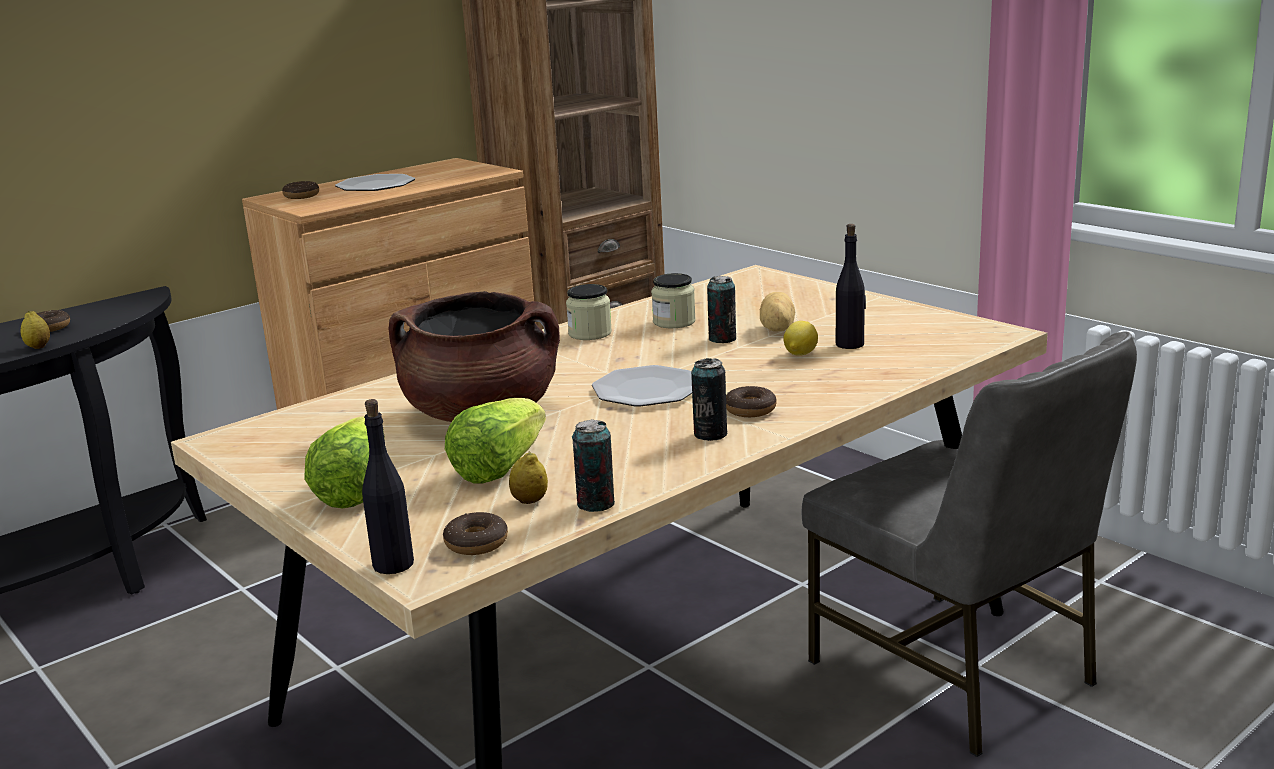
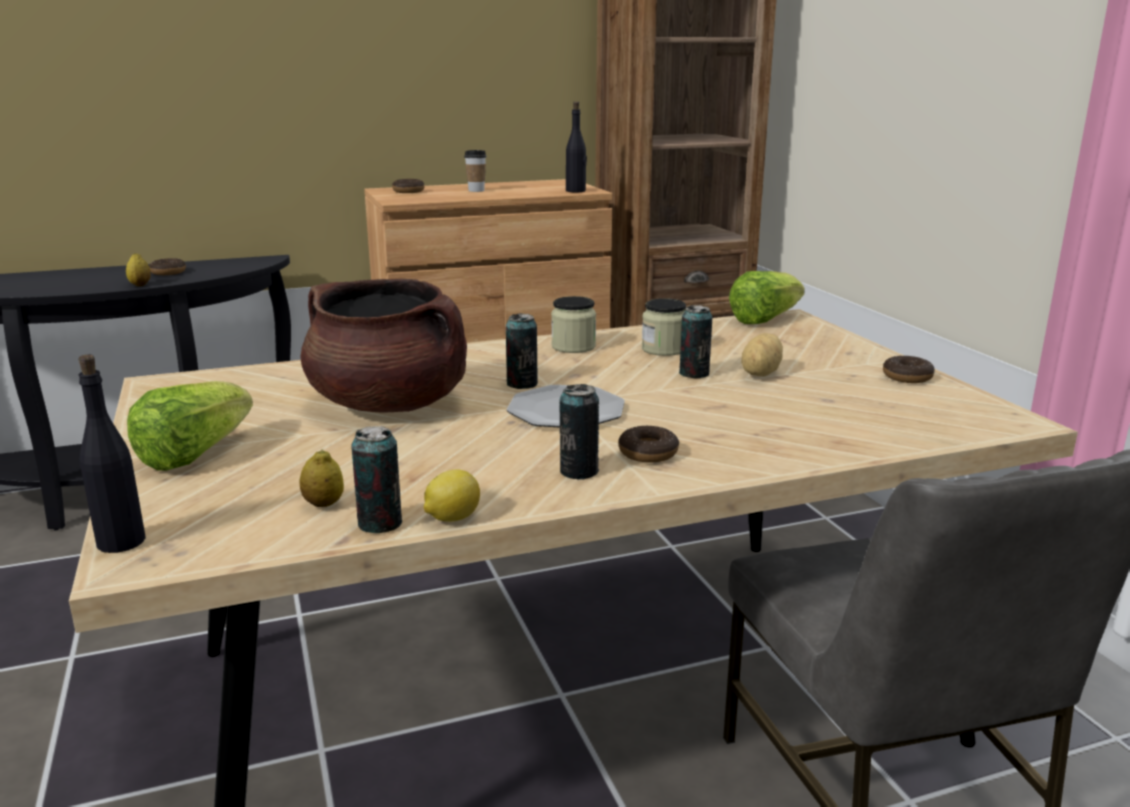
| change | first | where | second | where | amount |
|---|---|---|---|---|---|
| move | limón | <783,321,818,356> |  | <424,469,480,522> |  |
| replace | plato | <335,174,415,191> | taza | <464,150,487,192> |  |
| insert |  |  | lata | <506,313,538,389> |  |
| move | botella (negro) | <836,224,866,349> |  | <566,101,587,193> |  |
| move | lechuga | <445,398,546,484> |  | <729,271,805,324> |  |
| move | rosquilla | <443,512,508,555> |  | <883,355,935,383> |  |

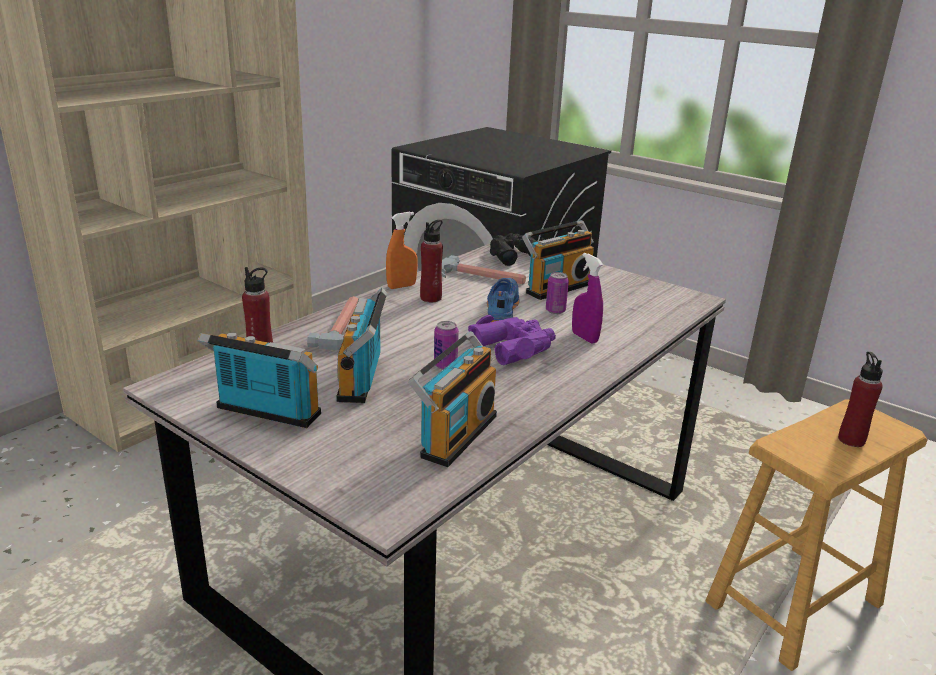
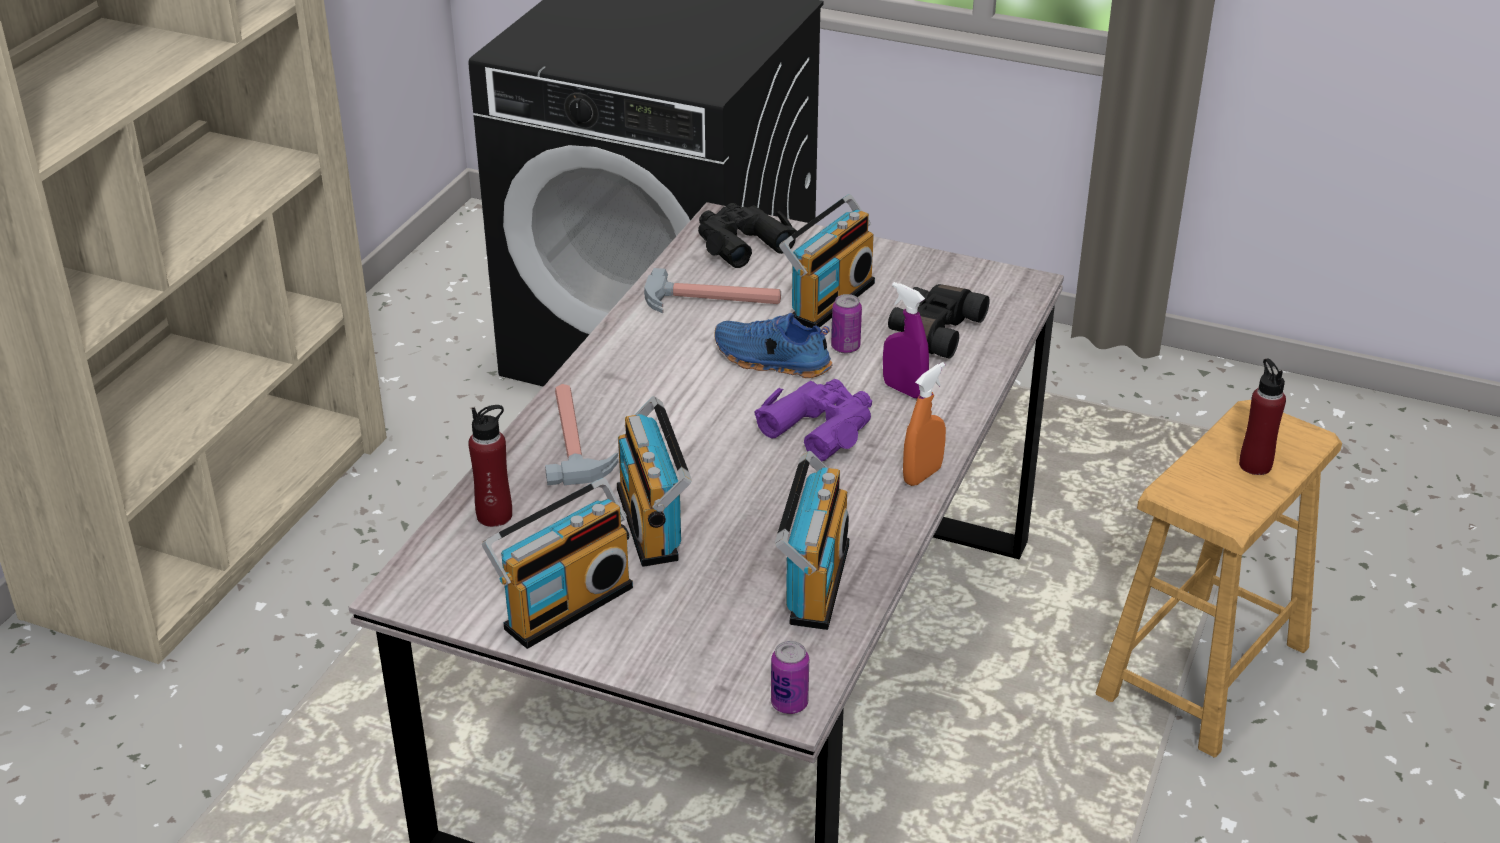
| change | first | where | second | where | amount |
|---|---|---|---|---|---|
| rotate | radio | <197,333,321,428> |  | <482,478,633,649> | 135 degrees clockwise |
| rotate | zapato (azul) | <487,278,519,322> |  | <715,313,832,378> | 60 degrees counterclockwise |
| move | lata | <434,321,459,370> |  | <771,641,809,714> |  |
| insert |  |  | prismáticos (negro) | <888,284,990,359> |  |
| move | pulverizador (naranja) | <386,212,418,289> |  | <903,362,946,486> |  |
| delete | botella (rojo) | <420,220,443,302> |  |  |  |

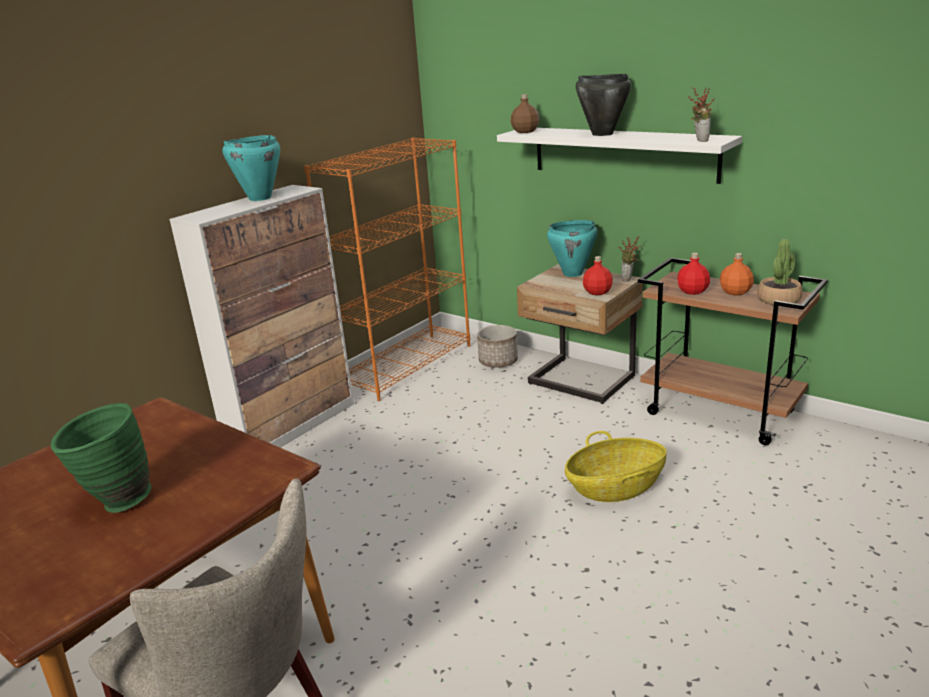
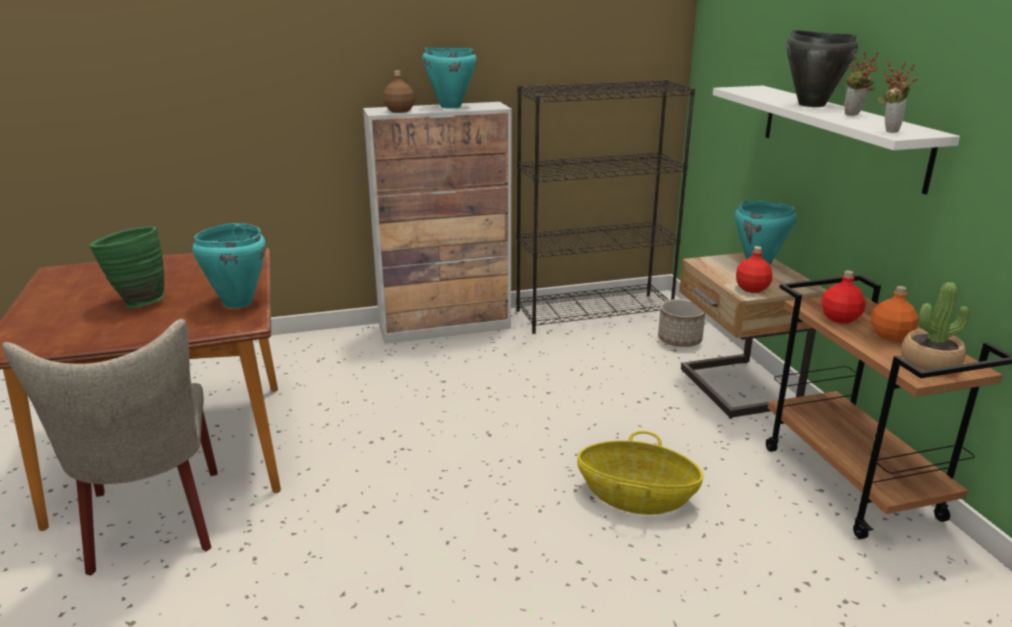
| change | first | where | second | where | amount |
|---|---|---|---|---|---|
| insert |  |  | olla (turquesa) | <192,223,266,308> |  |
| move | botella (marrón) | <511,94,540,133> |  | <383,71,415,113> |  |
| recolor | estantería (naranja) | <304,138,470,401> | estantería (negro) | <516,80,695,334> |  |
| move | planta en maceta | <618,237,641,282> |  | <844,51,880,116> |  |

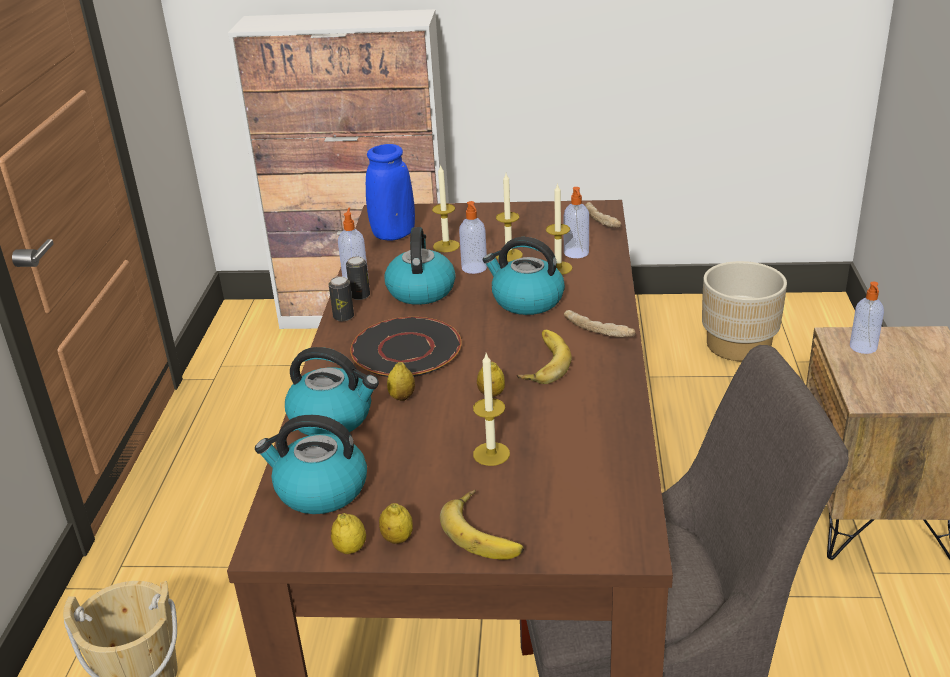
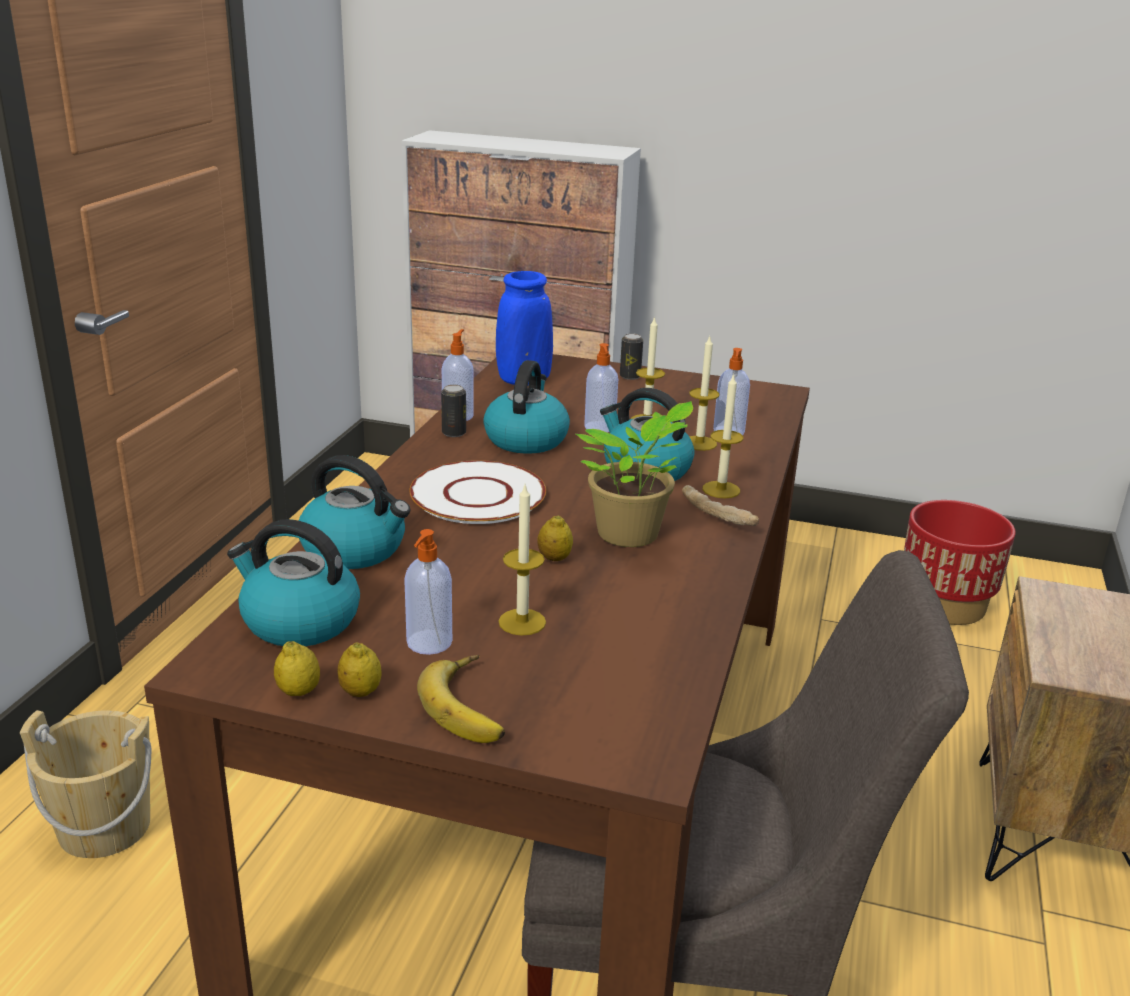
| change | first | where | second | where | amount |
|---|---|---|---|---|---|
| move | dispensador de jabón | <850,282,884,354> |  | <404,529,452,655> |  |
| recolor | plato (negro) | <350,317,462,377> | plato (blanco) | <409,460,546,524> |  |
| replace | plátano | <517,330,572,384> | planta en maceta | <576,401,693,547> |  |
| move | lata | <329,276,354,321> |  | <620,333,643,380> |  |
| move | vela | <432,164,460,252> |  | <702,373,743,499> |  |
| recolor | maceta (beis) | <702,261,787,361> | maceta (rojo) | <904,500,1016,625> |  |
| delete | limón | <387,362,415,401> |  |  |  |
| delete | pan | <585,202,621,228> |  |  |  |

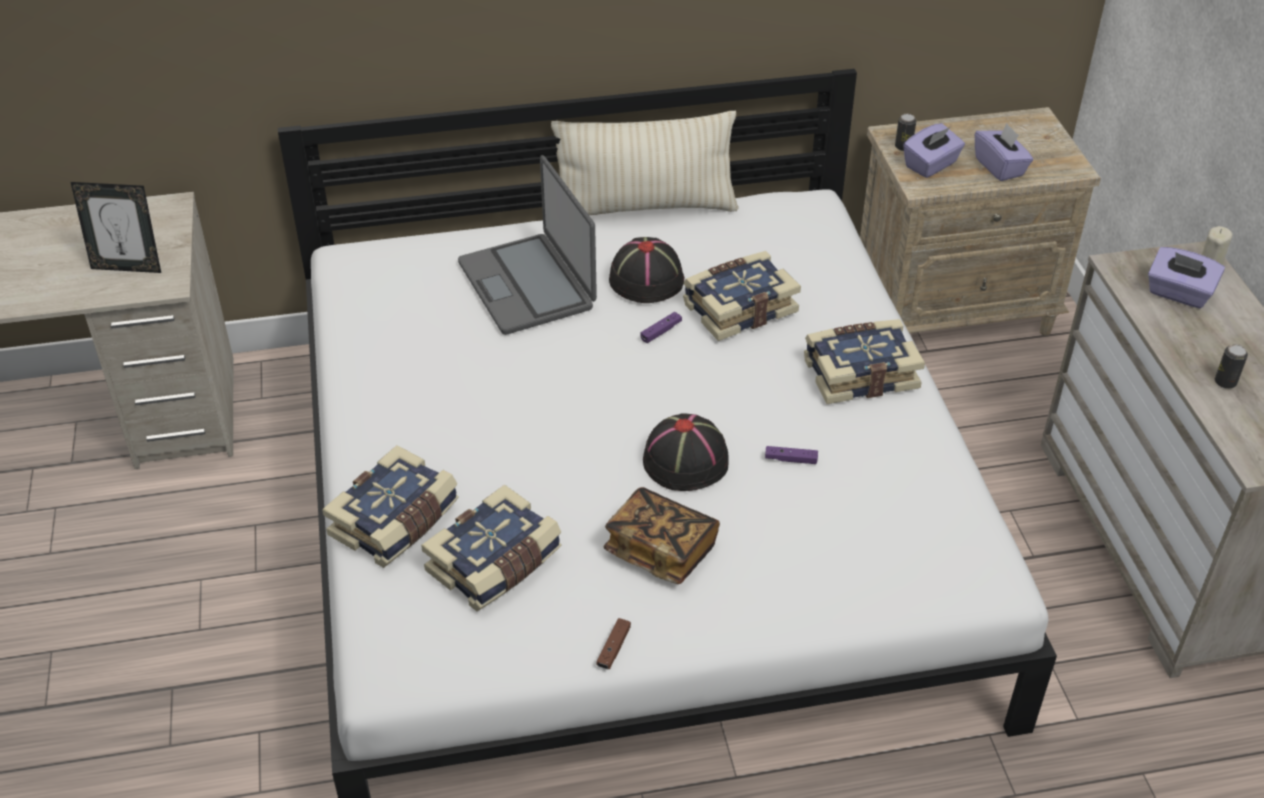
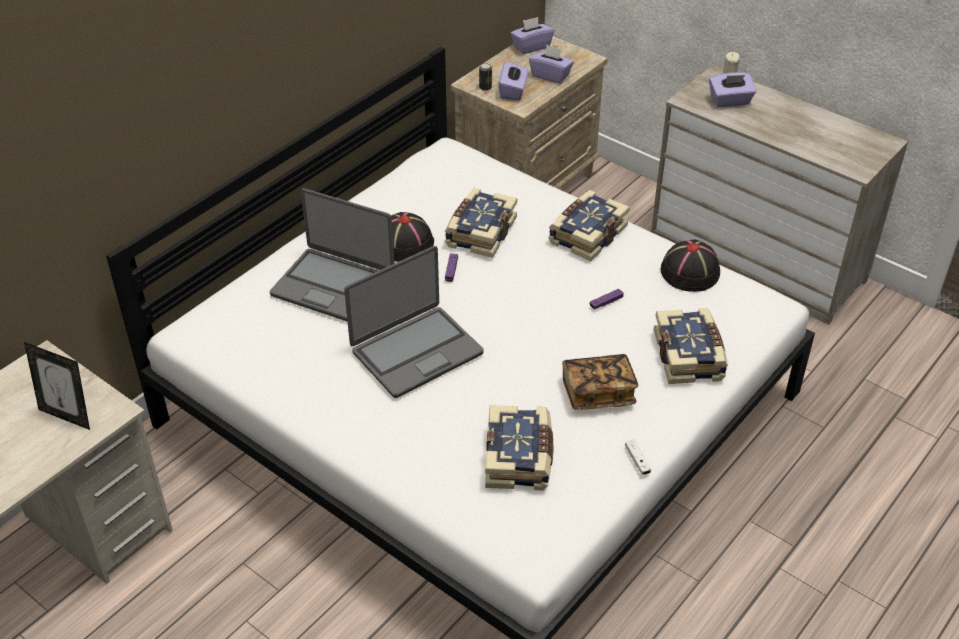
| change | first | where | second | where | amount |
|---|---|---|---|---|---|
| rotate | portarretratos | <71,182,161,273> |  | <24,342,90,430> | 60 degrees clockwise |
| insert |  |  | portátil | <344,246,484,398> |  |
| insert |  |  | caja de pañuelos (morado) | <510,17,554,54> |  |
| recolor | mando de consola (marrón) | <596,618,631,669> | mando de consola (blanco) | <625,440,651,475> |  |
| move | libro | <322,445,459,568> |  | <654,308,728,384> |  |
| move | sombrero (negro) | <643,413,729,491> |  | <661,239,720,292> |  |
| delete | cojín (beis) | <551,111,739,215> |  |  |  |
| delete | lata | <1215,344,1248,389> |  |  |  |

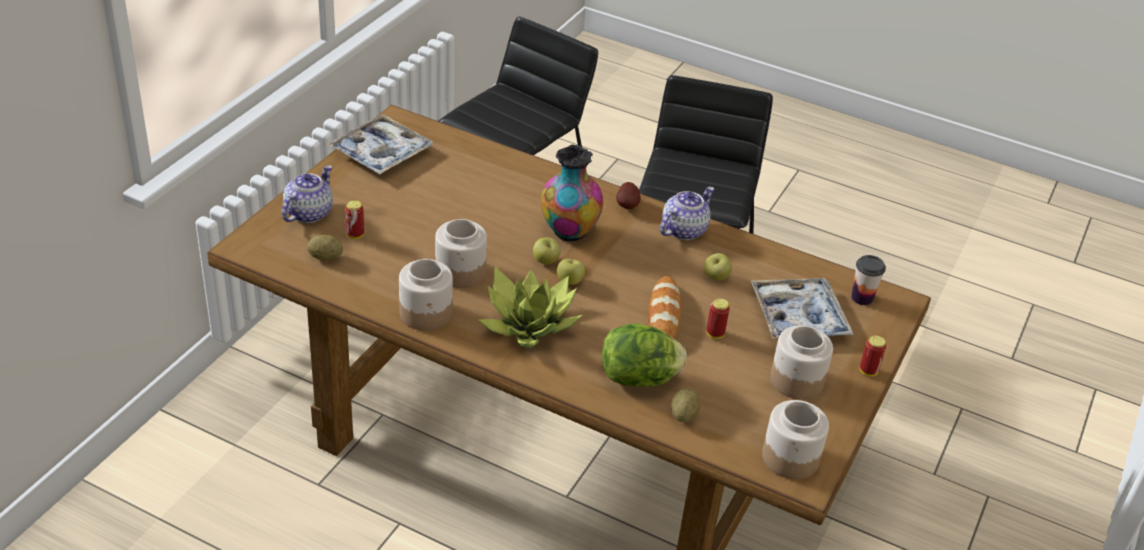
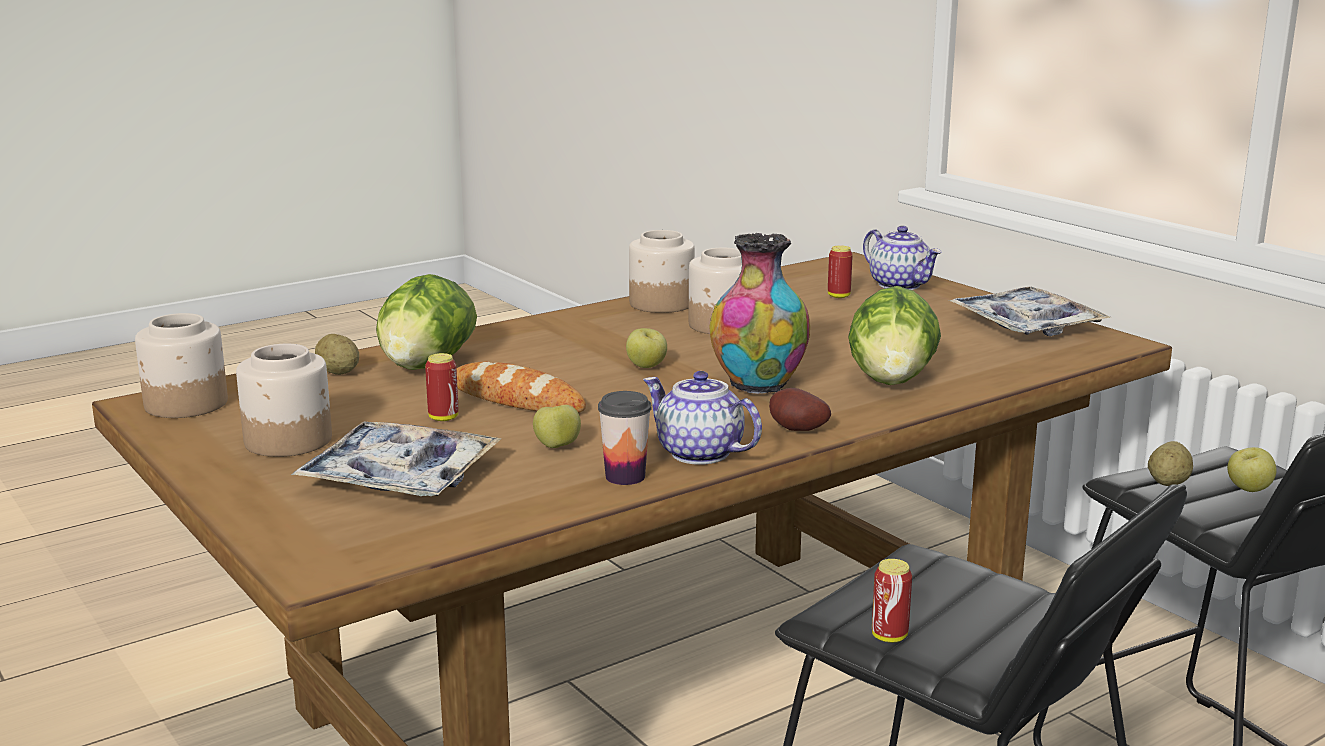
| change | first | where | second | where | amount |
|---|---|---|---|---|---|
| move | taza | <851,255,886,305> |  | <598,391,652,485> |  |
| rotate | tetera | <660,187,714,240> |  | <643,371,762,465> | 150 degrees clockwise |
| insert |  |  | lechuga | <848,286,941,385> |  |
| move | lata | <860,336,886,376> |  | <872,559,912,643> |  |
| move | patata | <307,235,343,261> |  | <1148,441,1193,486> |  |
| move | manzana | <533,237,561,264> |  | <1227,447,1277,492> |  |
| delete | planta en maceta | <479,266,582,348> |  |  |  |

